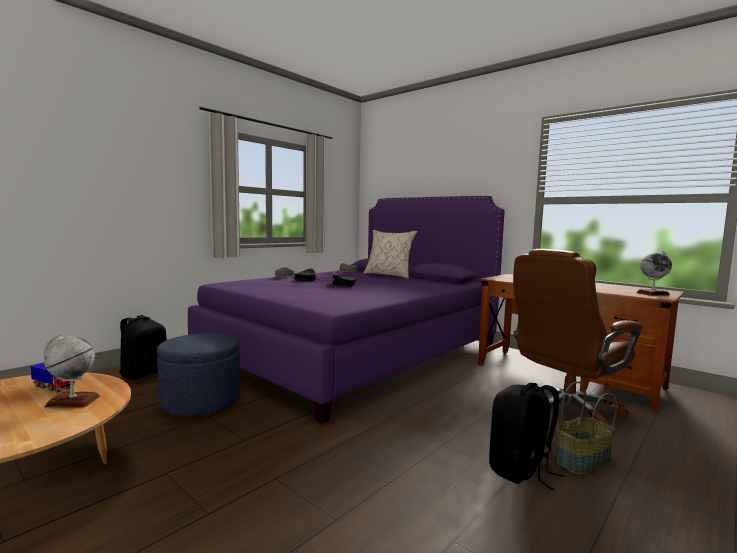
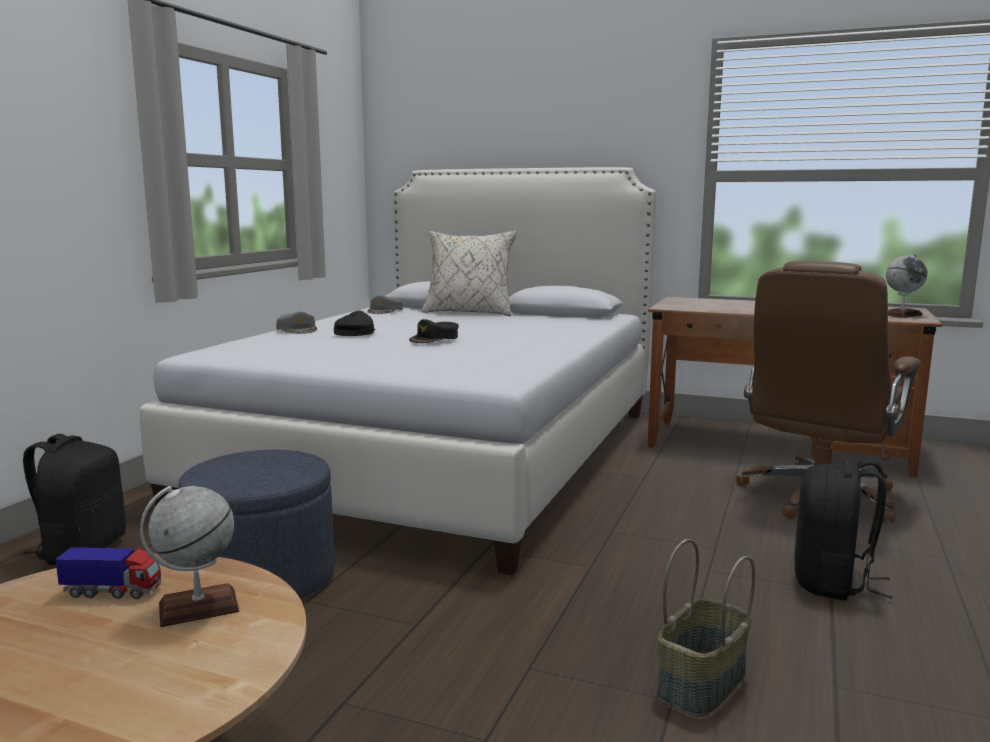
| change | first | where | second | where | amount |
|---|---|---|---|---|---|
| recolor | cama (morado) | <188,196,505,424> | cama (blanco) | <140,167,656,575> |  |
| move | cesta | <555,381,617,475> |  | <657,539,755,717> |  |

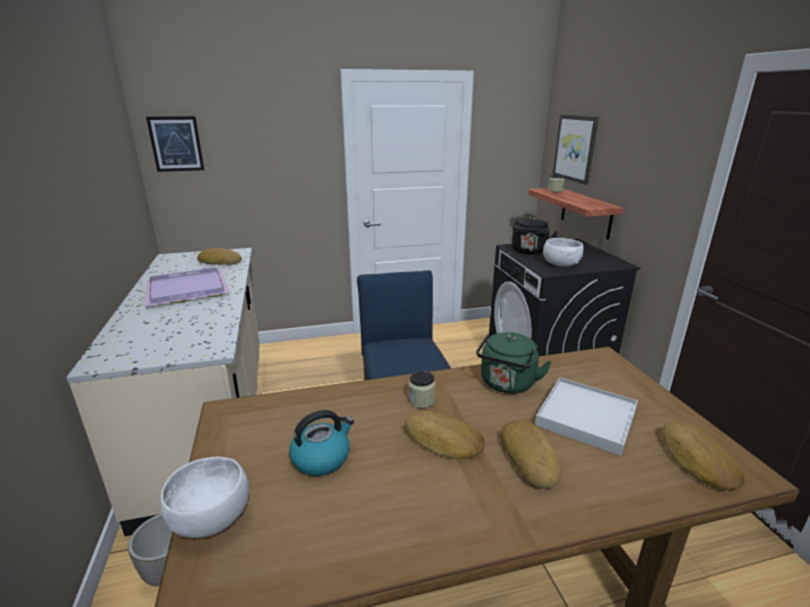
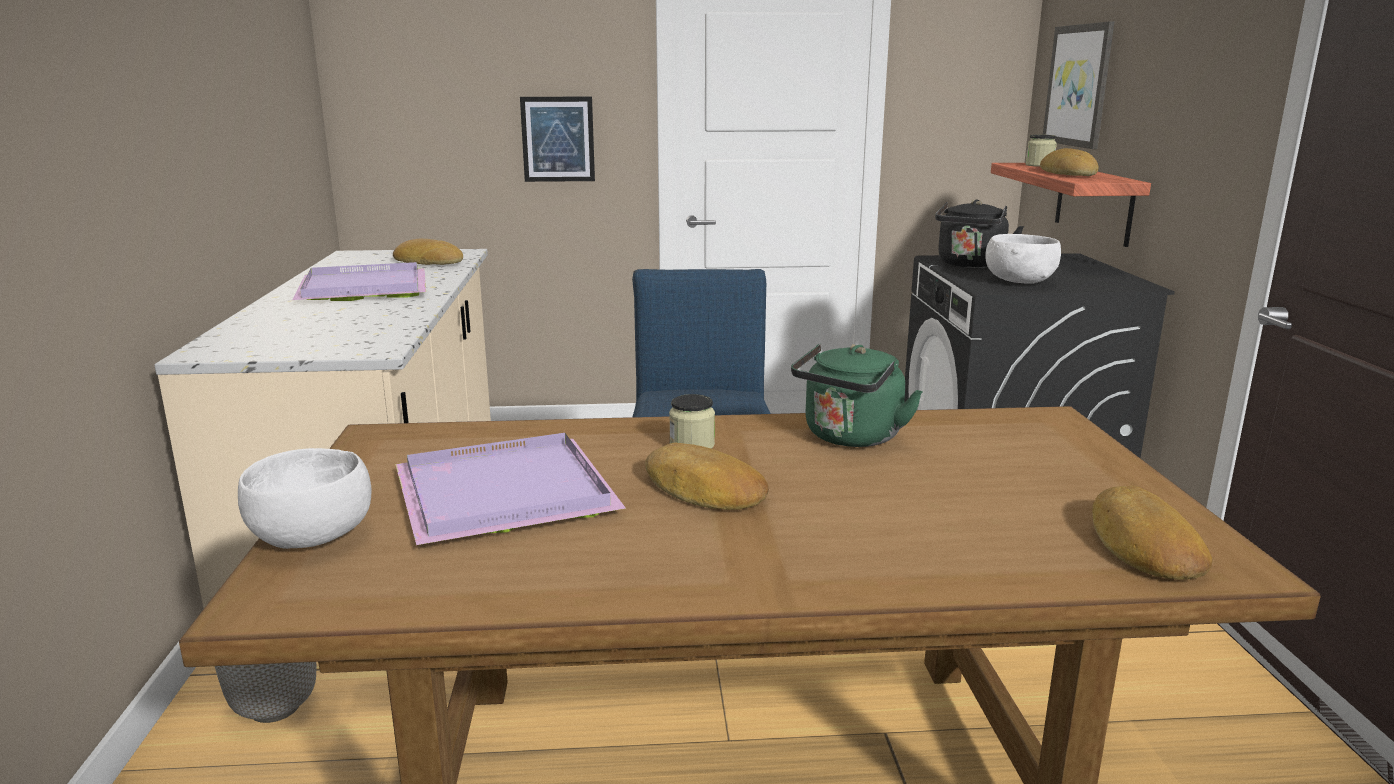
| change | first | where | second | where | amount |
|---|---|---|---|---|---|
| replace | hervidor | <289,410,354,476> | bandeja (morado) | <395,433,626,545> |  |
| move | cuadro | <146,116,204,172> |  | <520,97,595,182> |  |
| move | pan | <500,420,562,488> |  | <1040,148,1099,176> |  |
| delete | bandeja (blanco) | <535,378,638,456> |  |  |  |

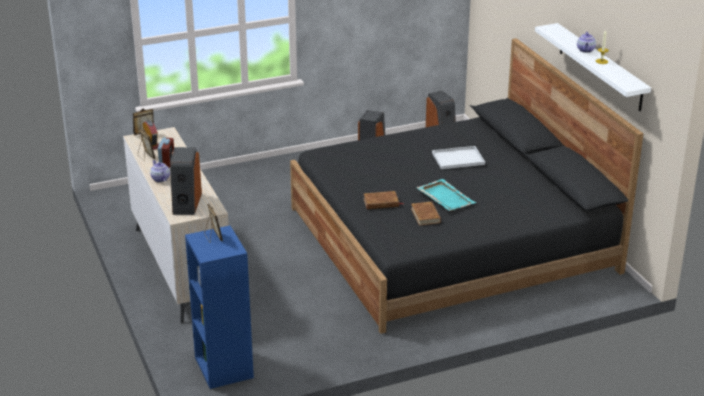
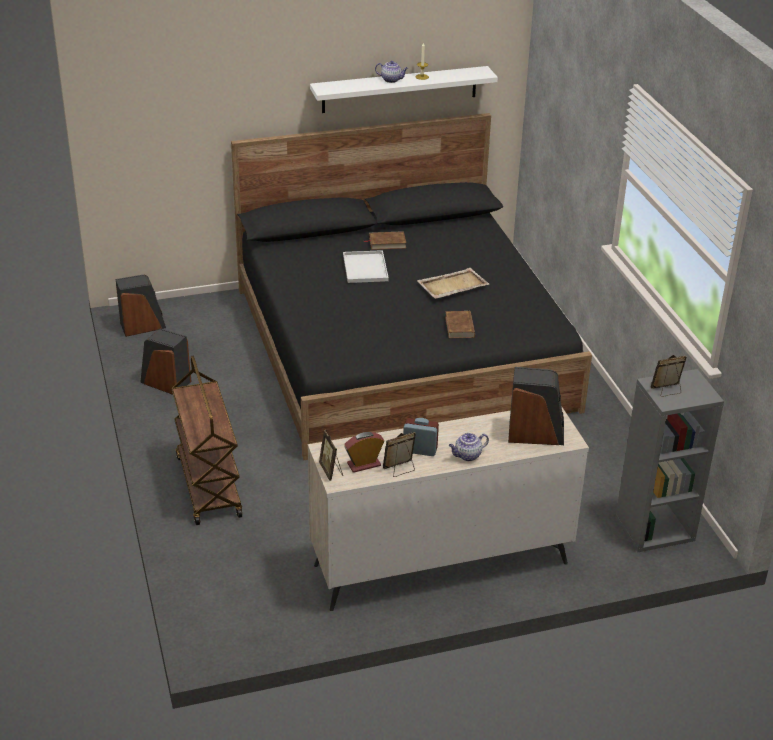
| change | first | where | second | where | amount |
|---|---|---|---|---|---|
| insert |  |  | carrito (marrón) | <172,355,243,525> |  |
| move | libro (marrón) | <411,201,441,226> |  | <364,231,406,250> |  |
| recolor | bandeja (turquesa) | <416,179,476,211> | bandeja (beis) | <417,268,489,299> |  |
| recolor | estantería (azul) | <185,225,254,389> | estantería (gris) | <615,369,724,552> |  |

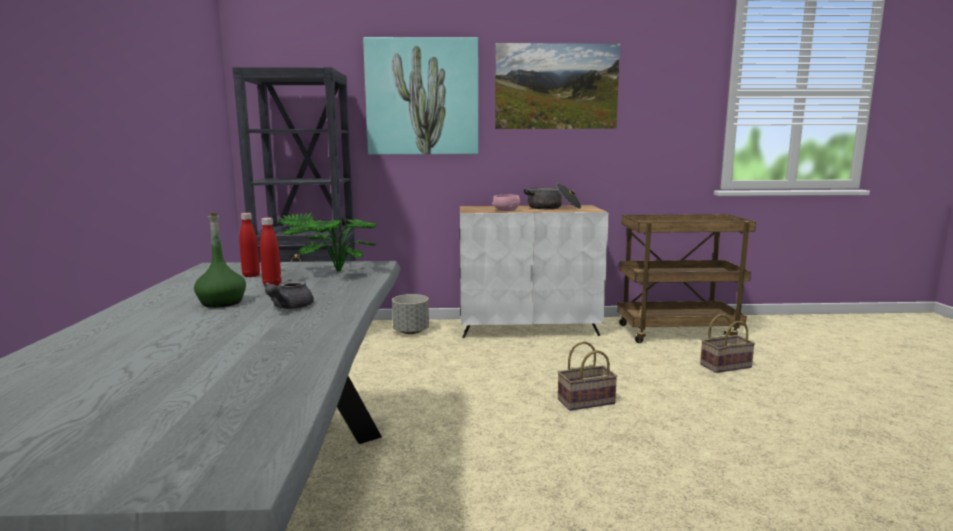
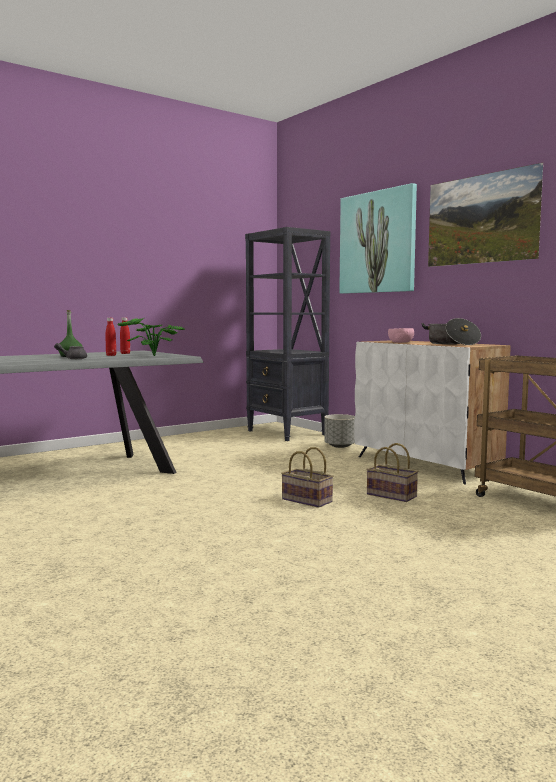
| change | first | where | second | where | amount |
|---|---|---|---|---|---|
| move | cesta | <700,314,755,373> |  | <366,443,418,502> |  |

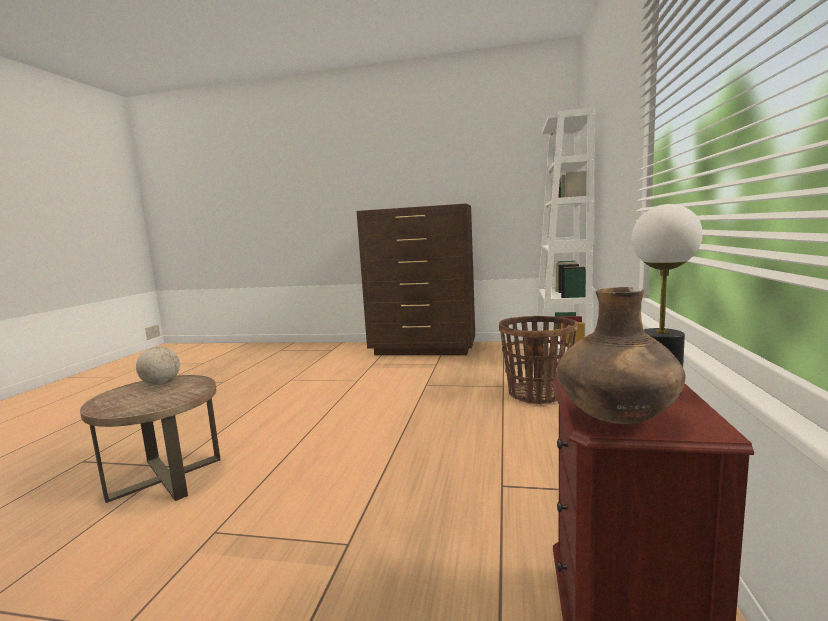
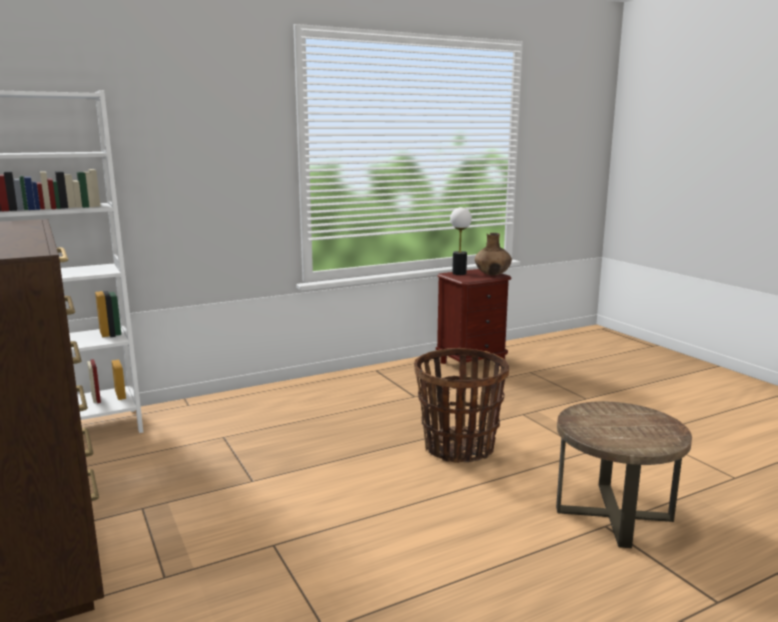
| change | first | where | second | where | amount |
|---|---|---|---|---|---|
| move | cesta | <499,316,578,405> |  | <414,348,509,463> |  |
| delete | globo terráqueo | <136,324,180,385> |  |  |  |

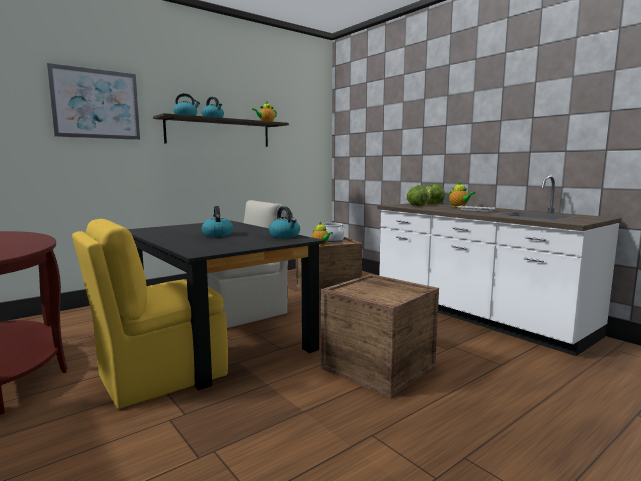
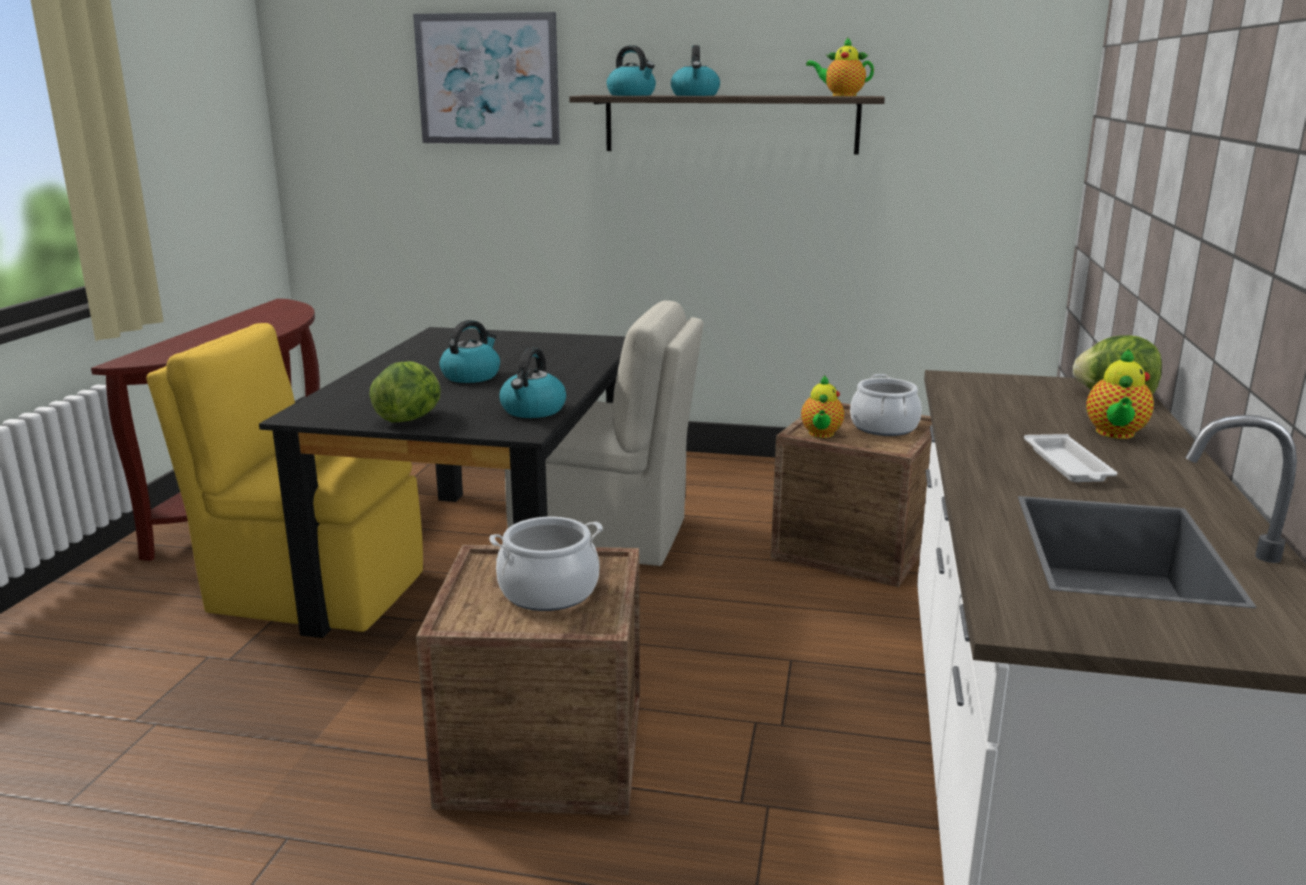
| change | first | where | second | where | amount |
|---|---|---|---|---|---|
| move | lechuga | <406,185,429,206> |  | <370,361,441,422> |  |
| insert |  |  | olla | <489,517,603,611> |  |

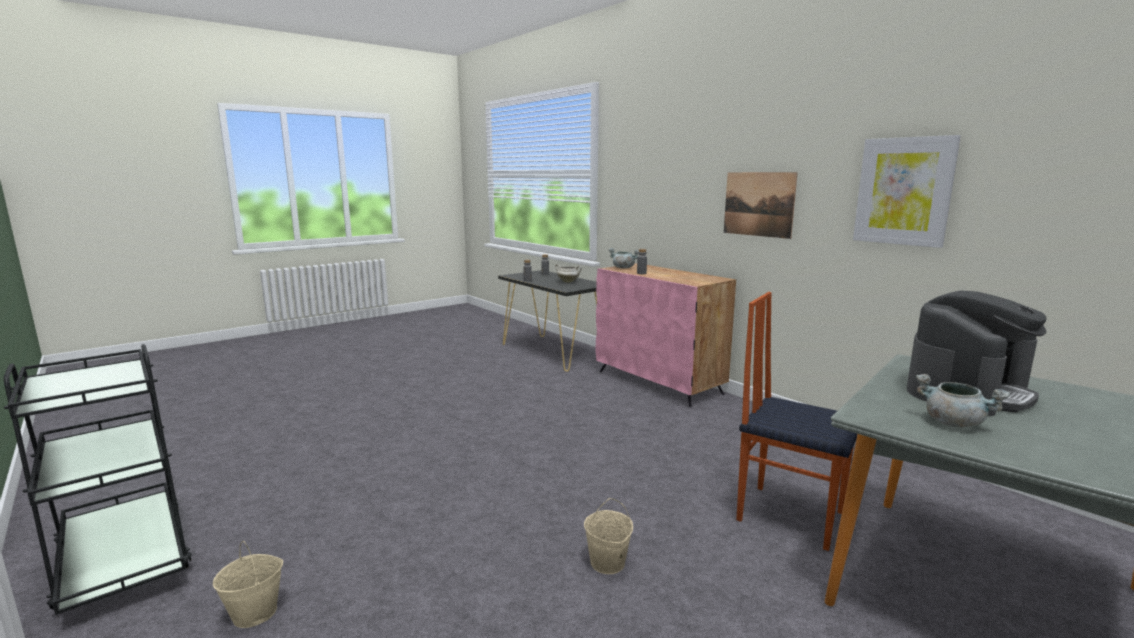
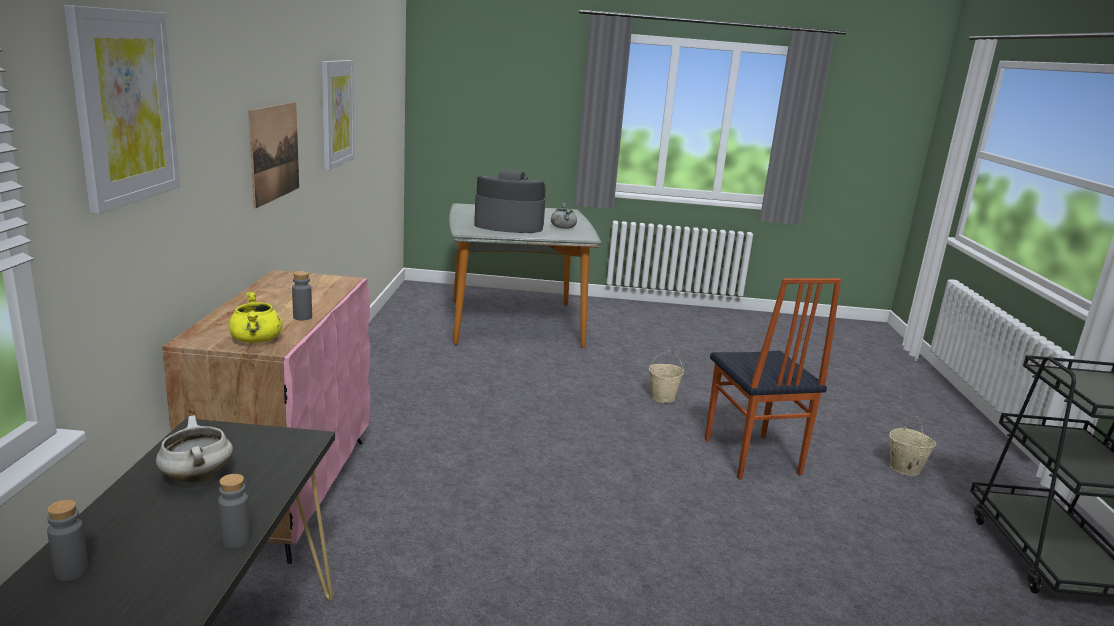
| change | first | where | second | where | amount |
|---|---|---|---|---|---|
| insert |  |  | cuadro | <64,5,180,214> |  |
| recolor | olla (gris) | <608,248,639,269> | olla (amarillo) | <229,291,282,343> |  |
| move | silla | <736,292,857,551> |  | <705,278,841,480> |  |

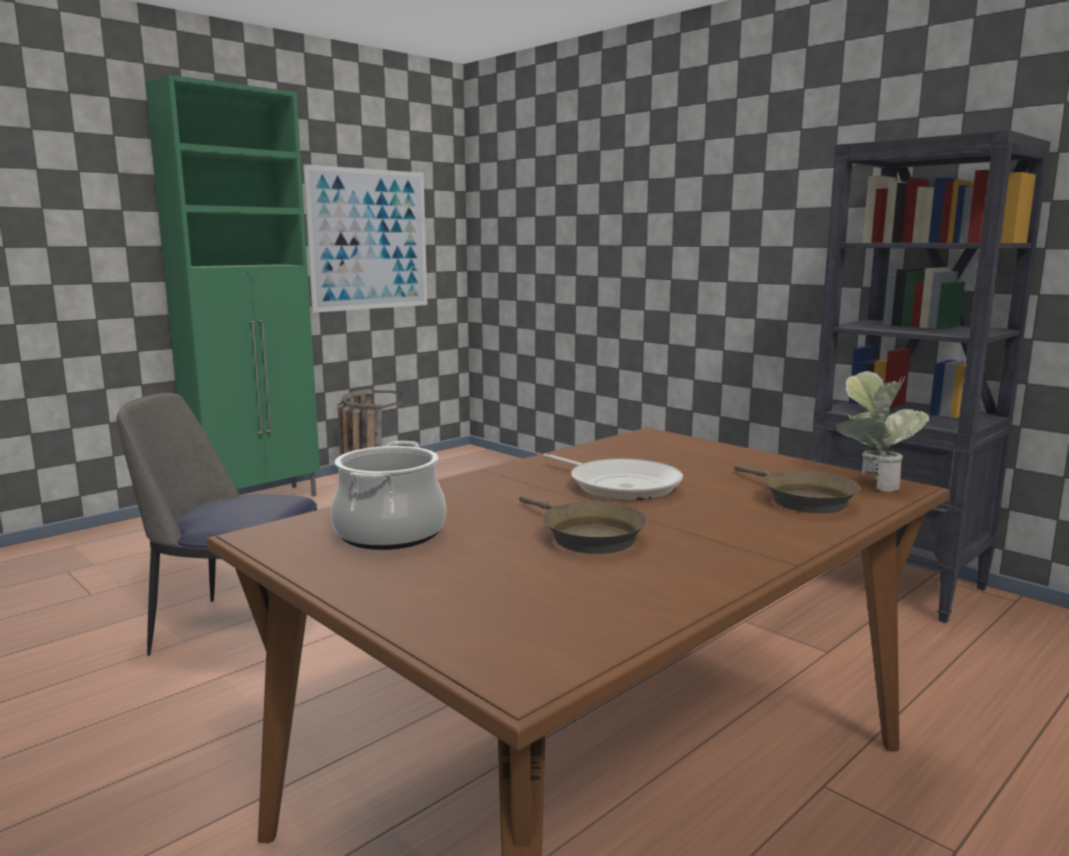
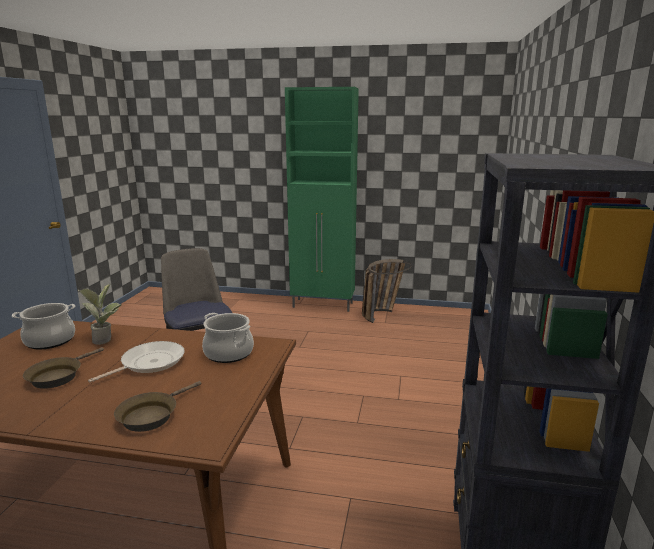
| change | first | where | second | where | amount |
|---|---|---|---|---|---|
| move | planta en maceta | <836,371,930,492> |  | <78,284,122,345> |  |
| rotate | sartén | <543,454,683,501> |  | <88,341,185,382> | 150 degrees counterclockwise |
| insert |  |  | olla | <202,313,254,363> |  |
| delete | cuadro | <303,164,427,313> |  |  |  |

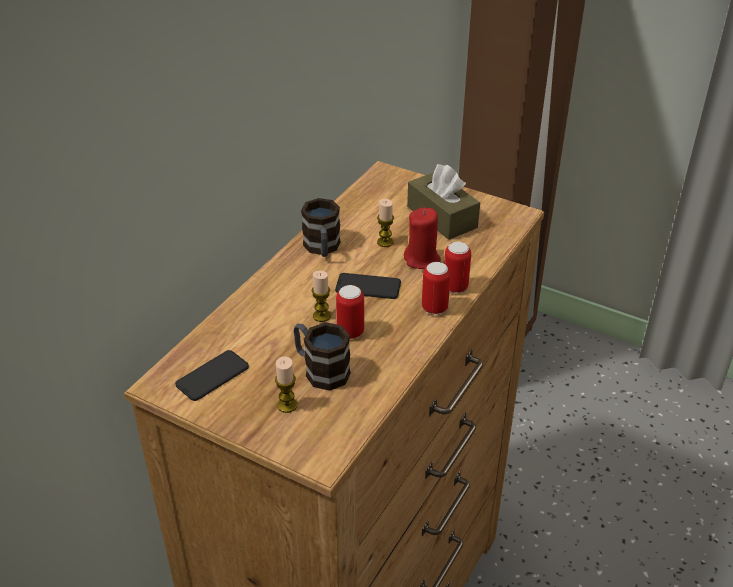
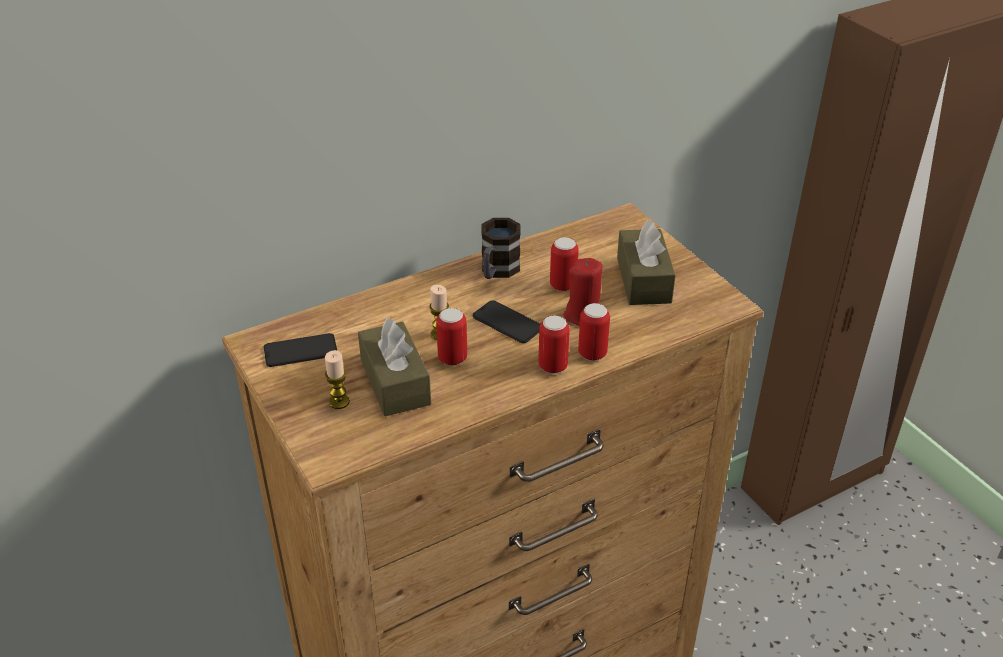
| change | first | where | second | where | amount |
|---|---|---|---|---|---|
| replace | taza grande | <294,322,351,391> | caja de pañuelos (marrón) | <358,317,431,417> |  |
| replace | vela | <377,199,394,247> | lata | <550,237,579,291> |  |

